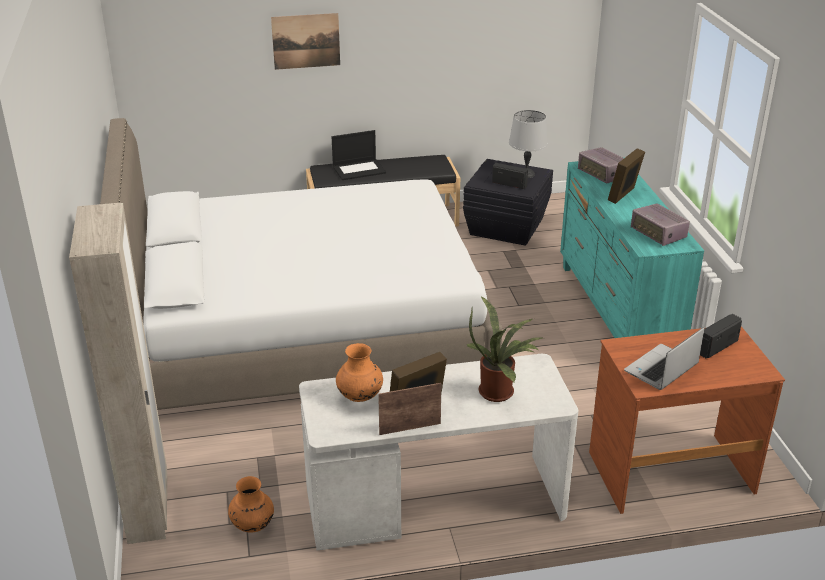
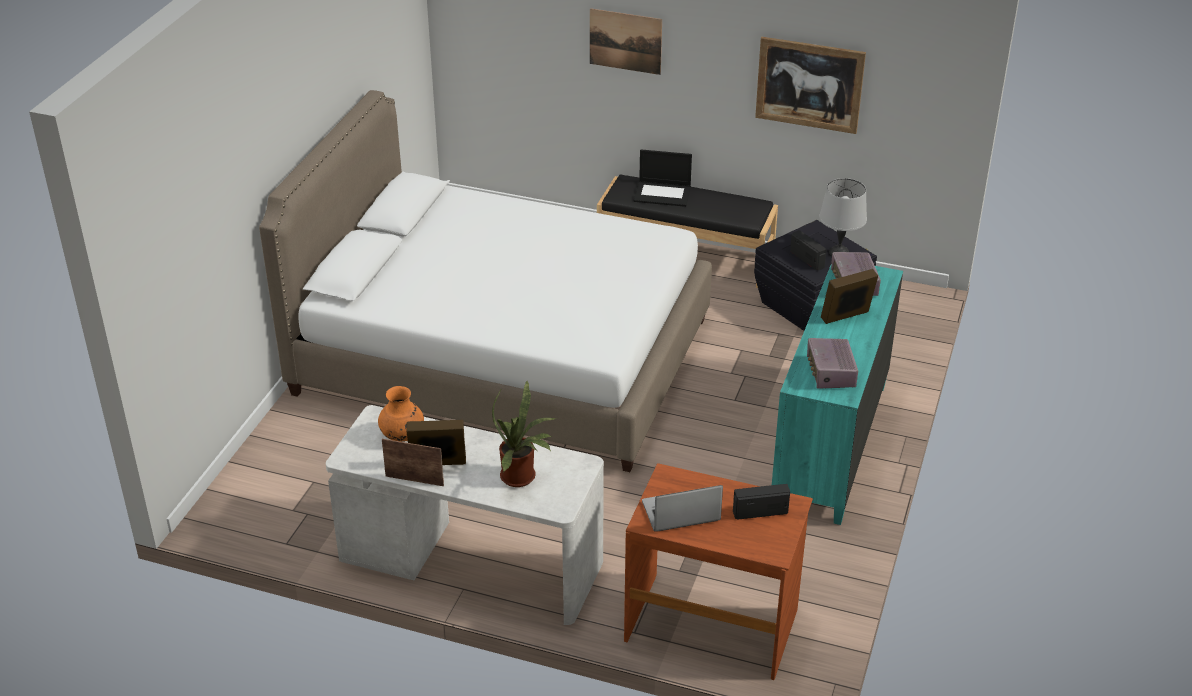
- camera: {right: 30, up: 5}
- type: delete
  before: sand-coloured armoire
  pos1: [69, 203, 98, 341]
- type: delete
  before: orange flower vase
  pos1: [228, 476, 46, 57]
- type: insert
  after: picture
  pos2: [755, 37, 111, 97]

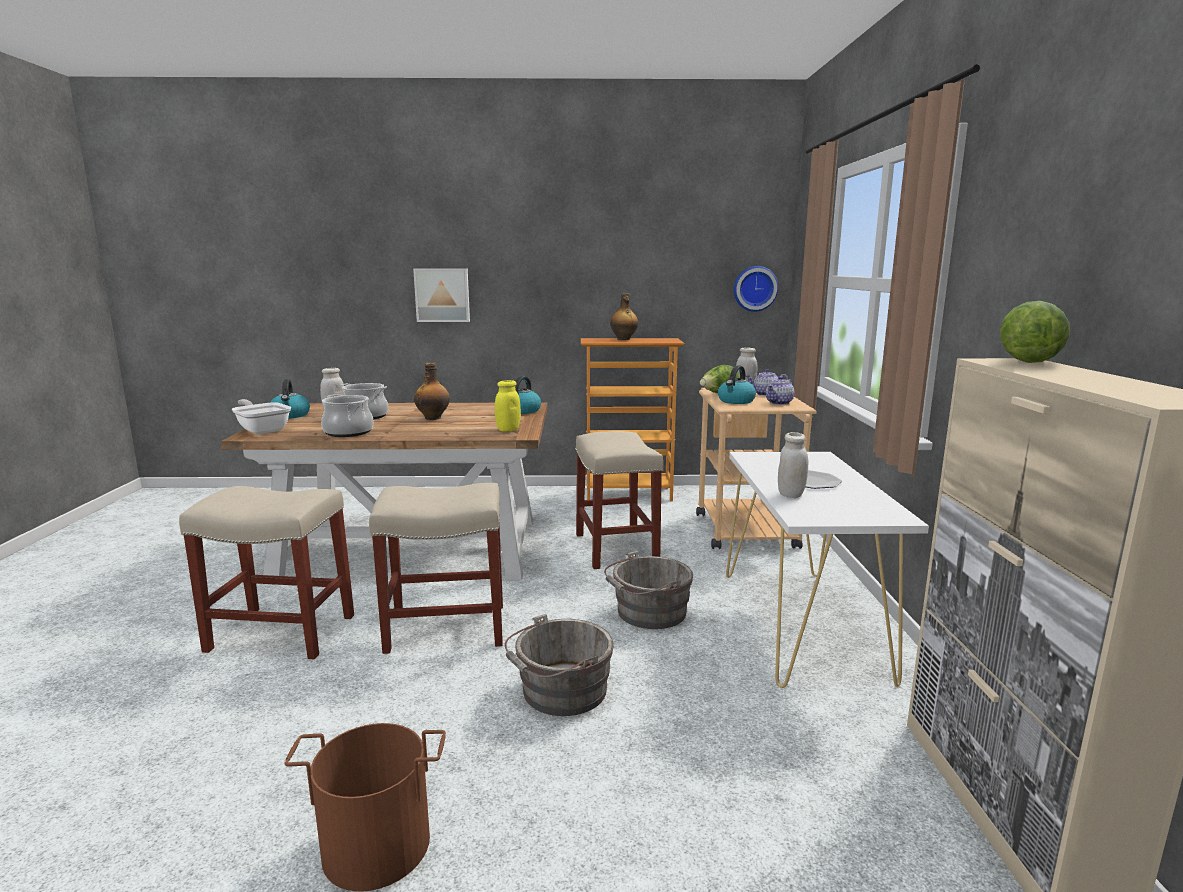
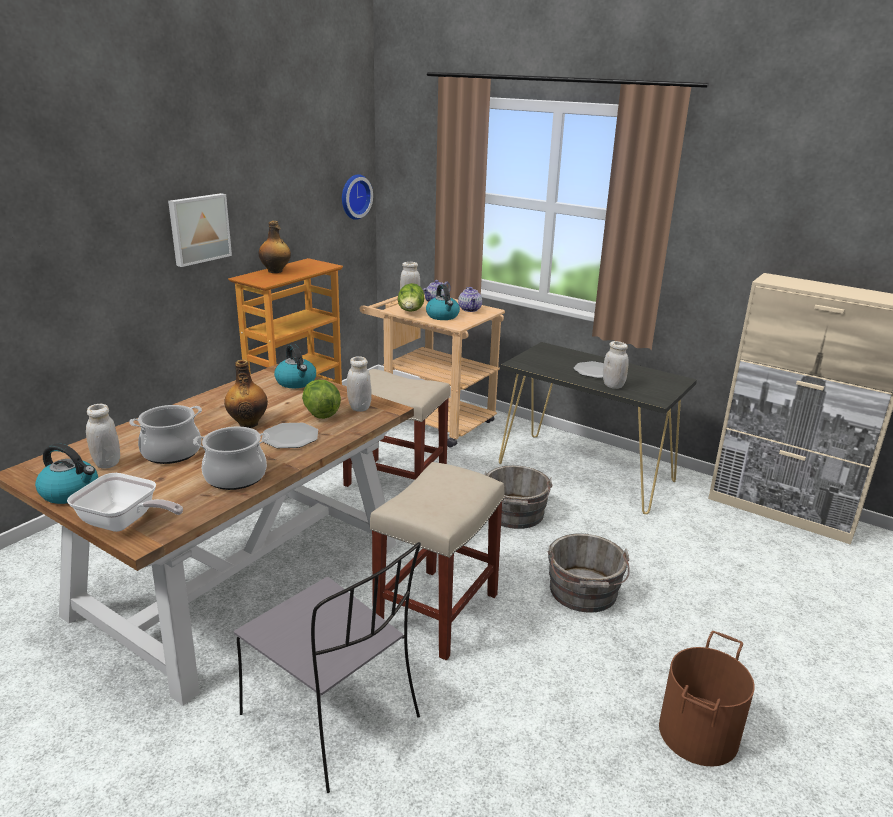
- camera: {right: -55, up: 10}
- type: insert
  after: plate
  pos2: [261, 423, 57, 25]
- type: move
  before: picture
  pos1: [413, 268, 57, 54]
  pos2: [168, 193, 64, 74]
- type: move
  before: head of lettuce
  pos1: [1000, 301, 70, 62]
  pos2: [302, 379, 39, 40]
- type: replace
  before: sand-coloured stool seat
  after: greyish chair
  pos1: [179, 486, 175, 173]
  pos2: [234, 542, 187, 251]
- type: recolor
  before: yellowish jar
  after: white jar
  pos1: [495, 380, 26, 52]
  pos2: [347, 356, 25, 56]
- type: recolor
  before: white hall table
  after: black-coloured hall table
  pos1: [726, 452, 203, 236]
  pos2: [499, 342, 198, 172]
- type: rotate
  before: skillet
  pos1: [232, 399, 59, 35]
  pos2: [67, 473, 116, 59]
  turn: -150

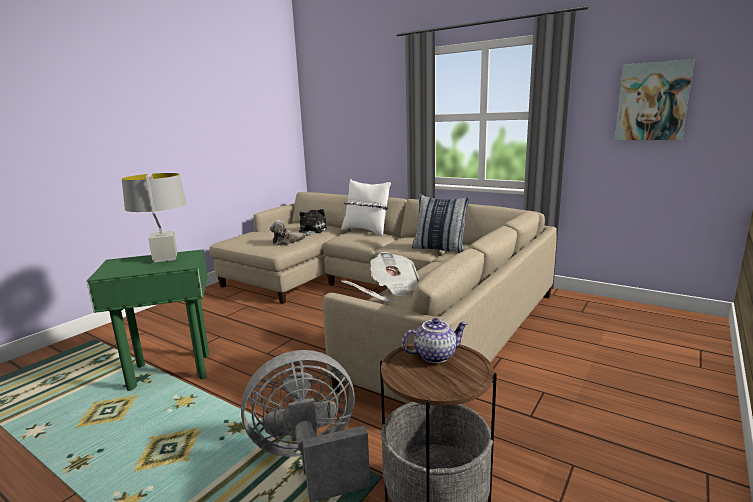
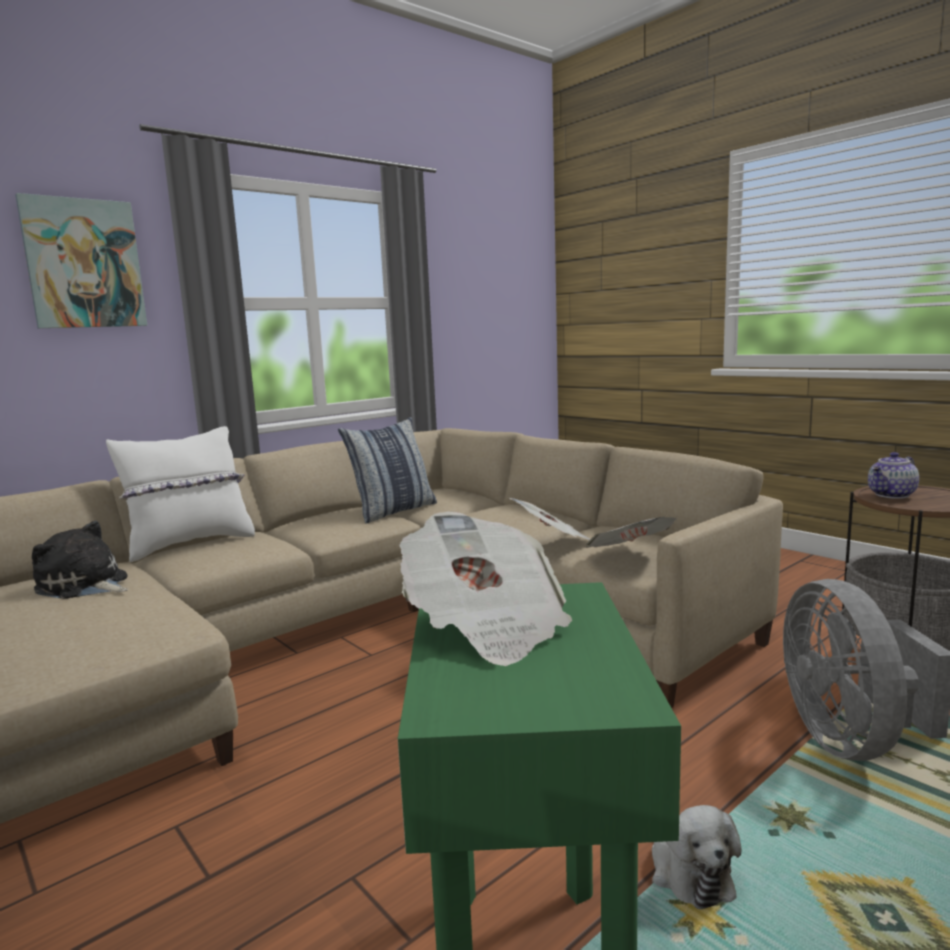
- camera: {right: -75, up: -5}
- type: move
  before: soft toy
  pos1: [270, 220, 36, 26]
  pos2: [652, 805, 90, 104]
- type: move
  before: picture
  pos1: [615, 59, 79, 81]
  pos2: [15, 193, 132, 135]
- type: replace
  before: greyish lamp for a table
  after: daily paper
  pos1: [122, 173, 65, 89]
  pos2: [400, 512, 172, 154]
- type: rotate
  before: pot for tea
  pos1: [402, 318, 66, 45]
  pos2: [868, 452, 51, 47]
  turn: -120

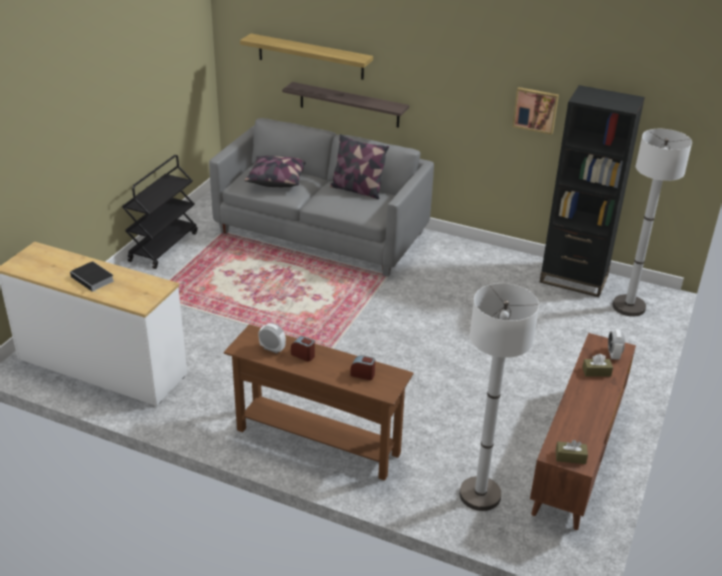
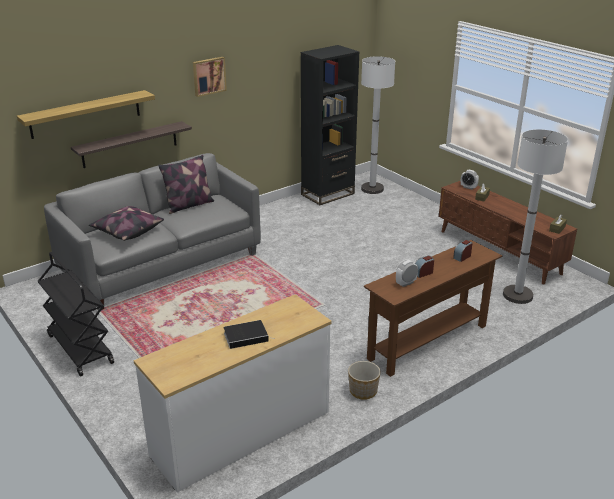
- camera: {right: -60, up: -5}
- type: insert
  after: flower pot
  pos2: [348, 361, 33, 39]
- type: move
  before: picture
  pos1: [512, 87, 47, 48]
  pos2: [193, 57, 34, 40]

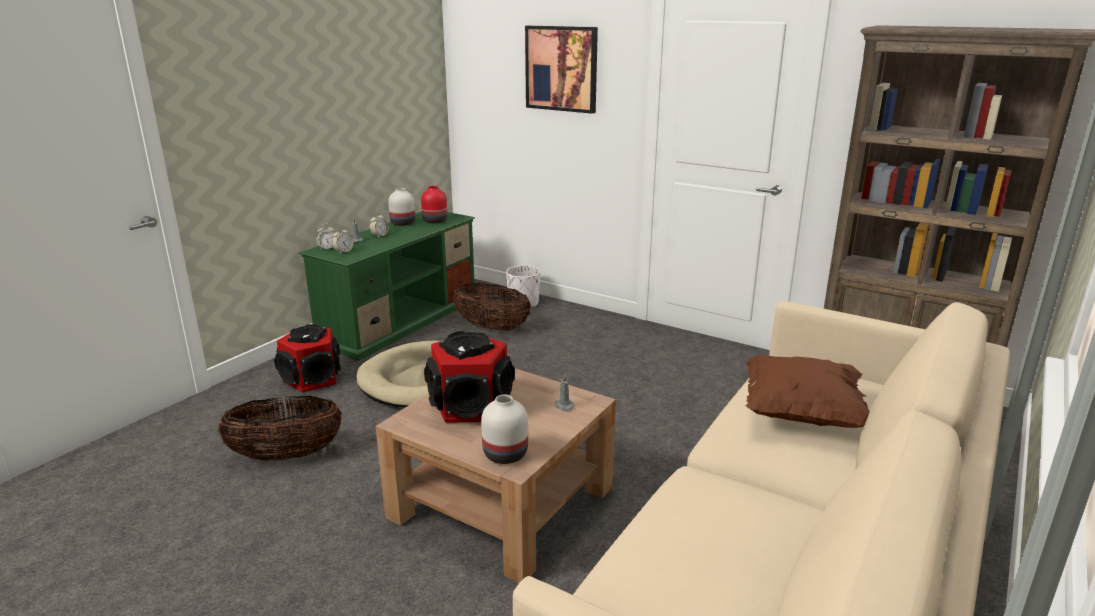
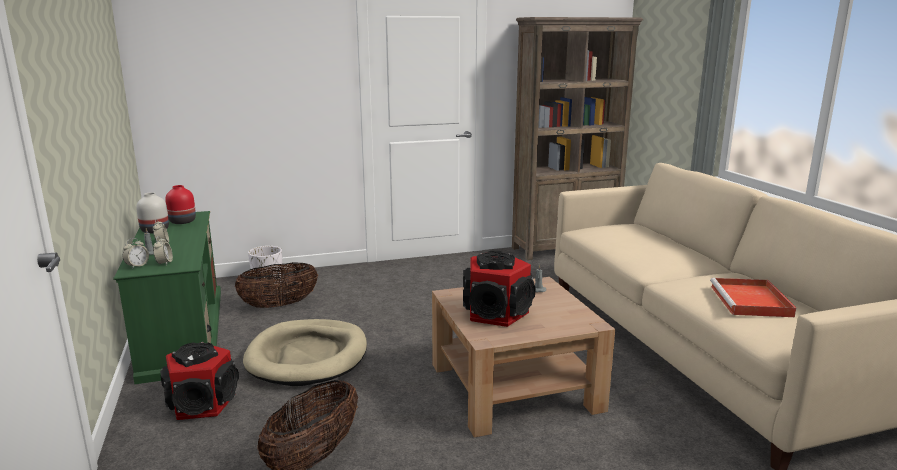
- camera: {right: -50, up: -5}
- type: delete
  before: white flower vase
  pos1: [481, 394, 47, 70]
- type: delete
  before: picture
  pos1: [525, 26, 73, 88]
- type: delete
  before: brown cushion
  pos1: [745, 355, 125, 73]
- type: insert
  after: reddish serving tray
  pos2: [710, 278, 86, 39]

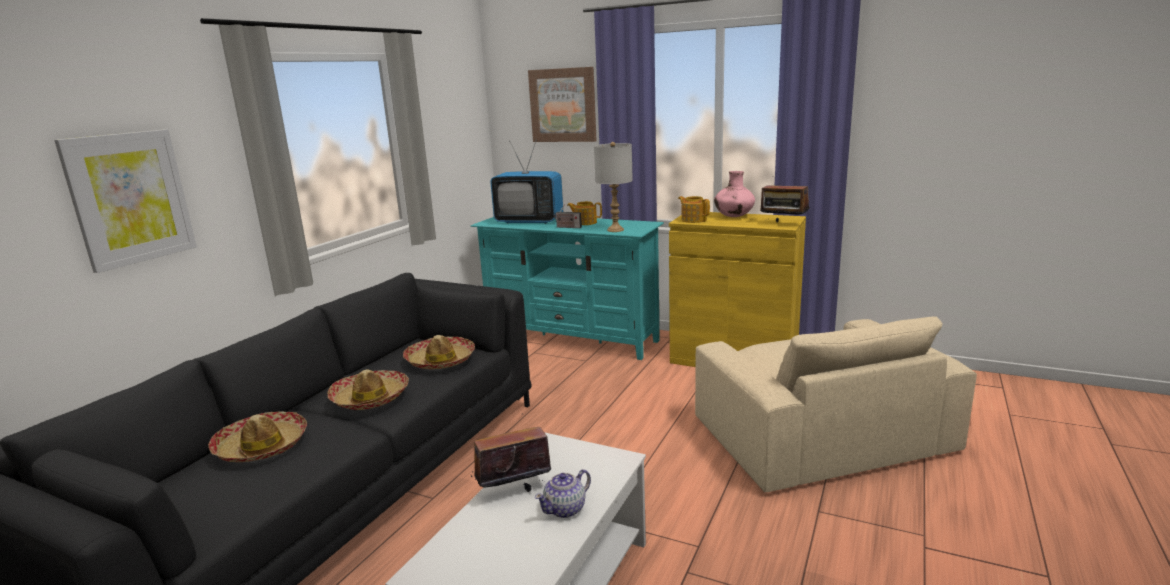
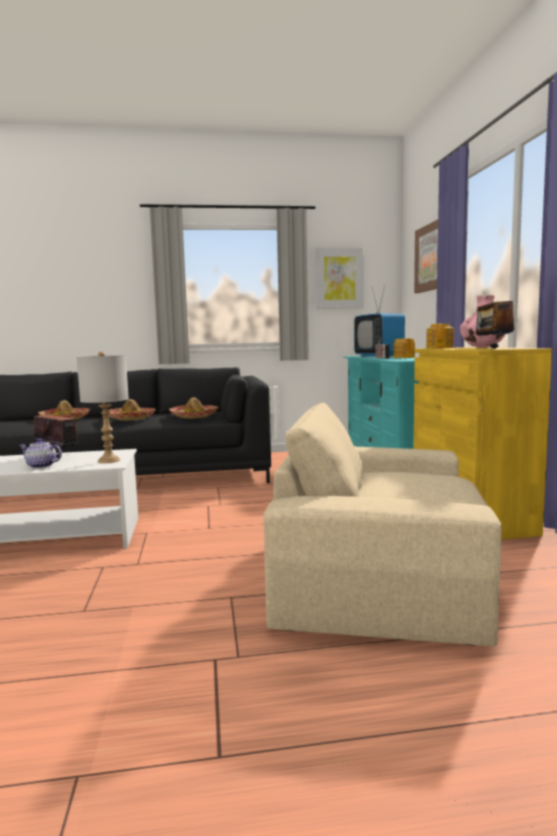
- camera: {right: 55, up: -10}
- type: move
  before: picture
  pos1: [54, 129, 143, 144]
  pos2: [315, 248, 48, 61]
- type: move
  before: greyish lamp for a table
  pos1: [594, 142, 39, 90]
  pos2: [77, 352, 52, 111]
- type: rotate
  before: sand-coloured easy chair
  pos1: [695, 317, 282, 175]
  pos2: [263, 403, 239, 243]
  turn: 60

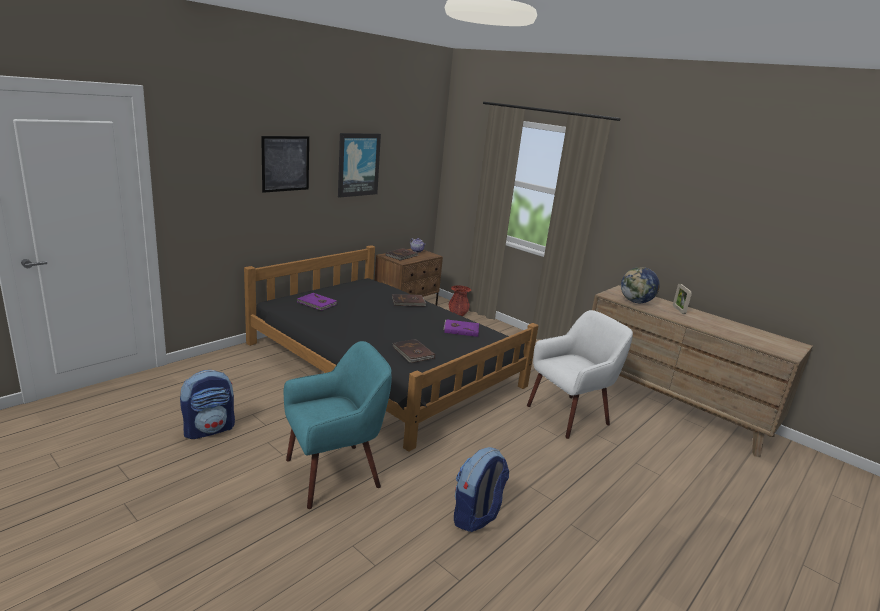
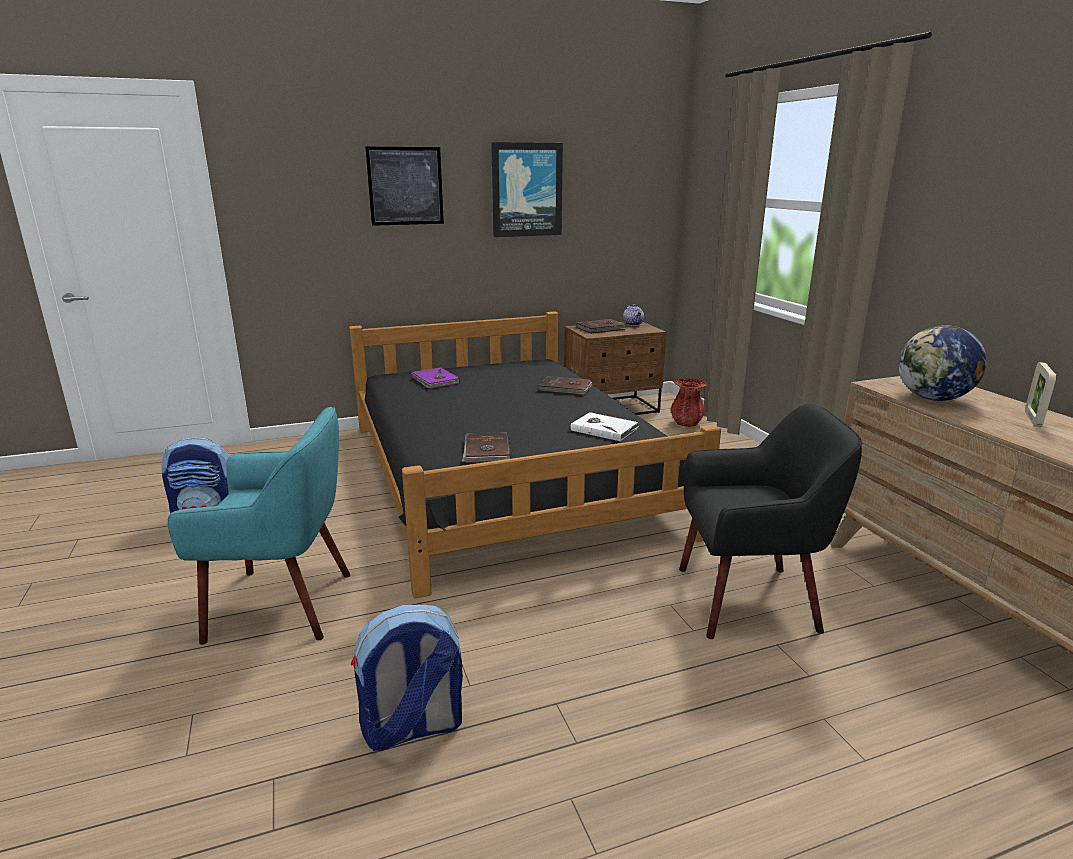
- camera: {right: 30, up: 0}
- type: recolor
  before: purple-coloured book
  after: white book
  pos1: [443, 319, 36, 18]
  pos2: [571, 412, 67, 29]
- type: recolor
  before: white easy chair
  after: black-coloured easy chair
  pos1: [527, 310, 106, 129]
  pos2: [679, 404, 183, 235]

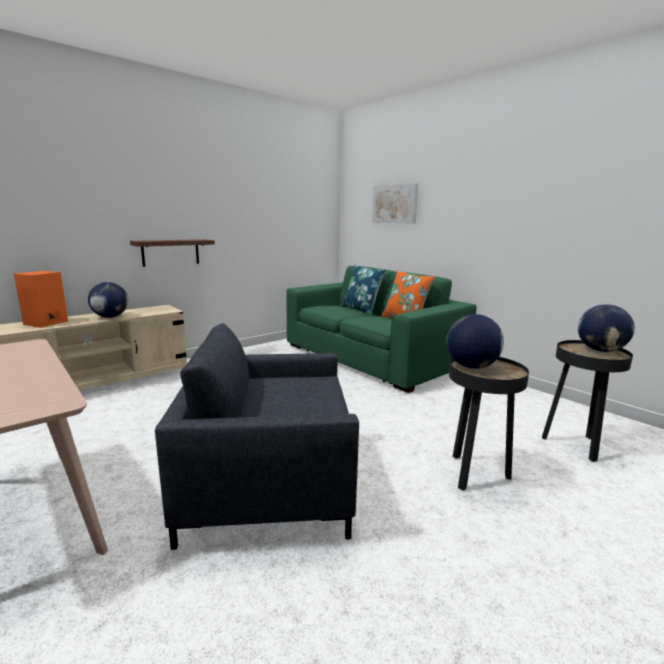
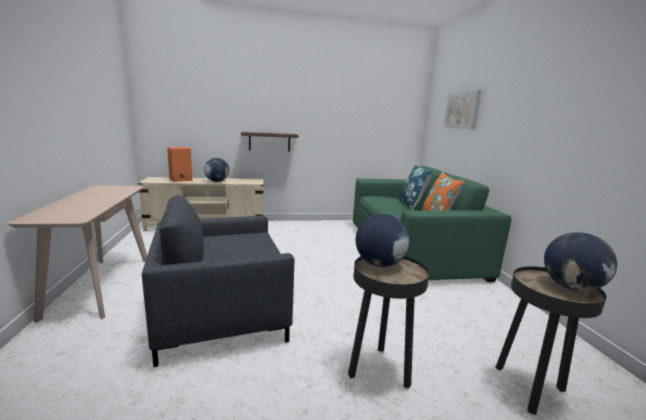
- camera: {right: 30, up: 0}
- type: rotate
  before: greyish easy chair
  pos1: [155, 323, 204, 227]
  pos2: [142, 195, 152, 172]
  turn: -45

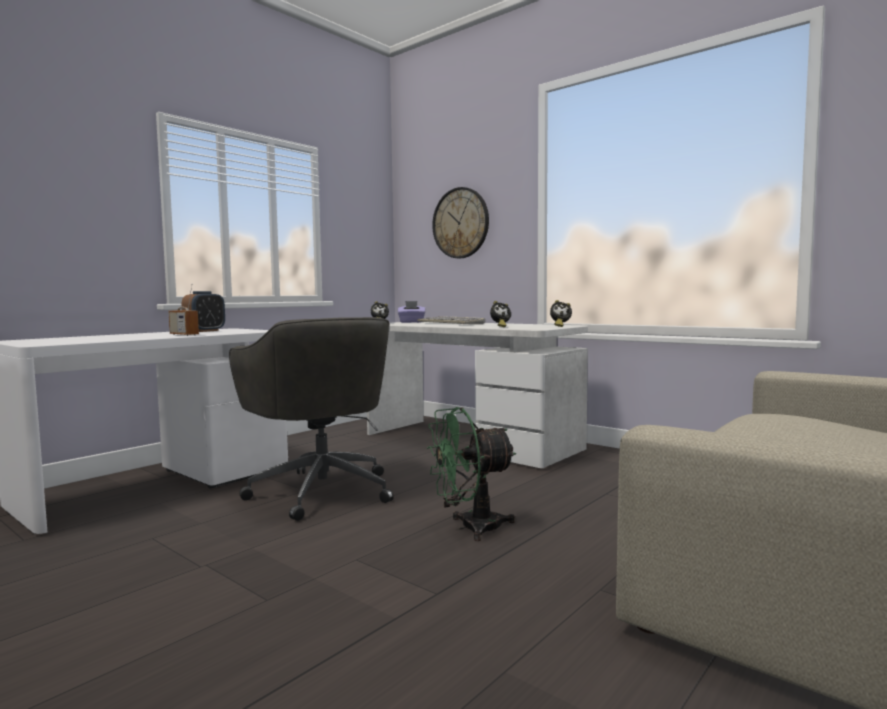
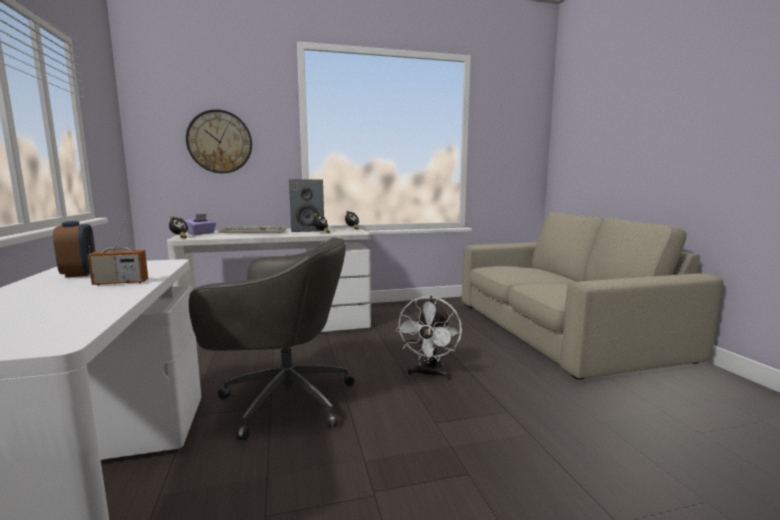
- camera: {right: -55, up: 5}
- type: insert
  after: speaker
  pos2: [289, 179, 35, 53]
- type: recolor
  before: green-coloured electric fan
  after: white electric fan
  pos1: [427, 407, 89, 134]
  pos2: [396, 296, 66, 84]

